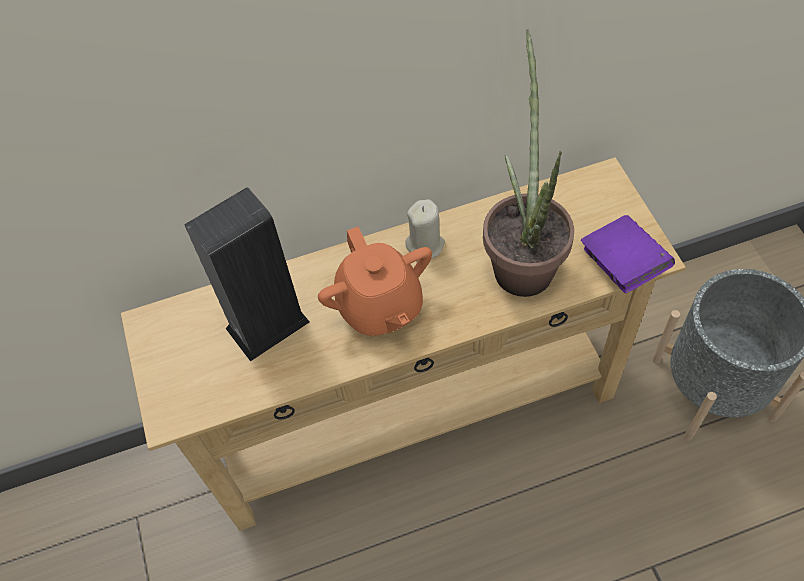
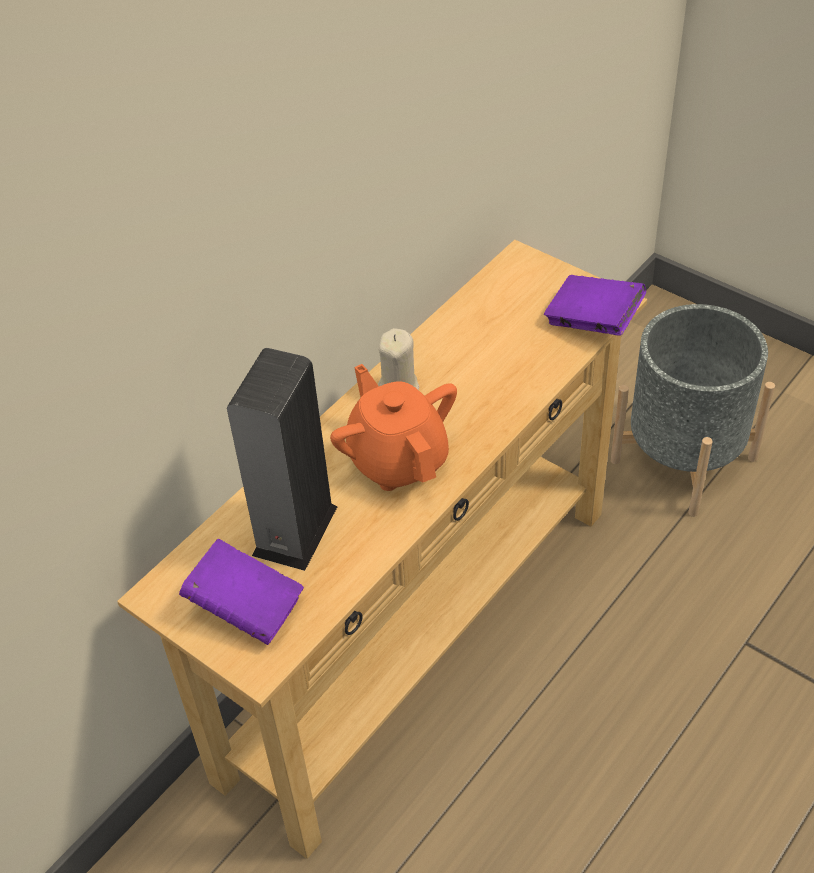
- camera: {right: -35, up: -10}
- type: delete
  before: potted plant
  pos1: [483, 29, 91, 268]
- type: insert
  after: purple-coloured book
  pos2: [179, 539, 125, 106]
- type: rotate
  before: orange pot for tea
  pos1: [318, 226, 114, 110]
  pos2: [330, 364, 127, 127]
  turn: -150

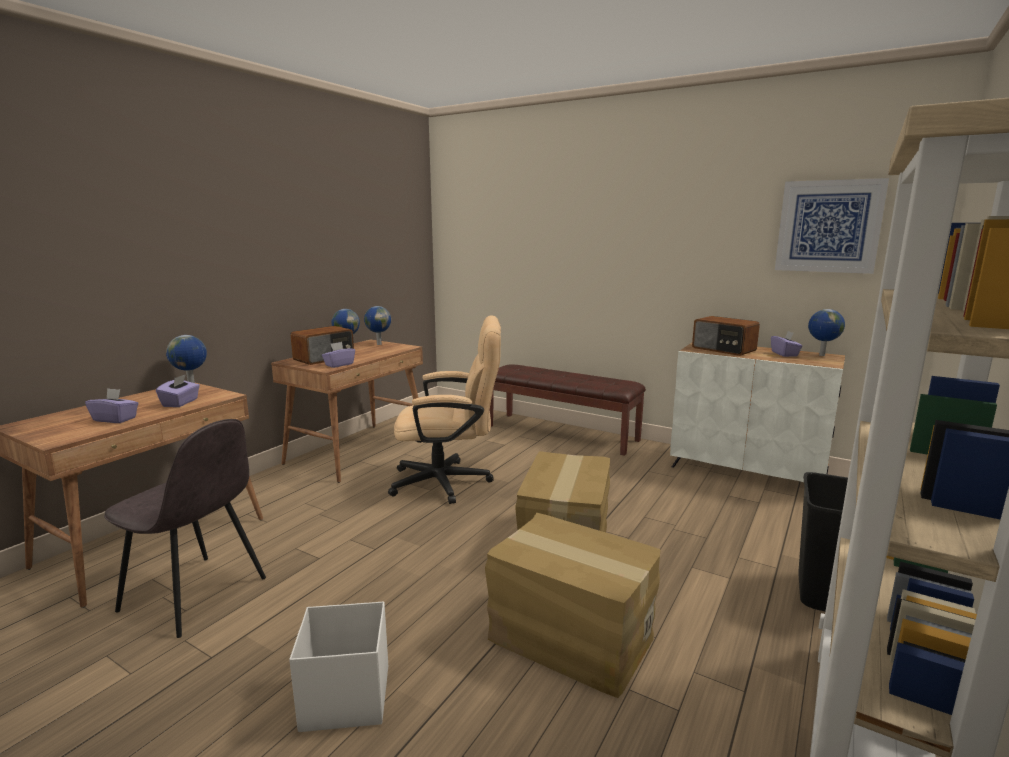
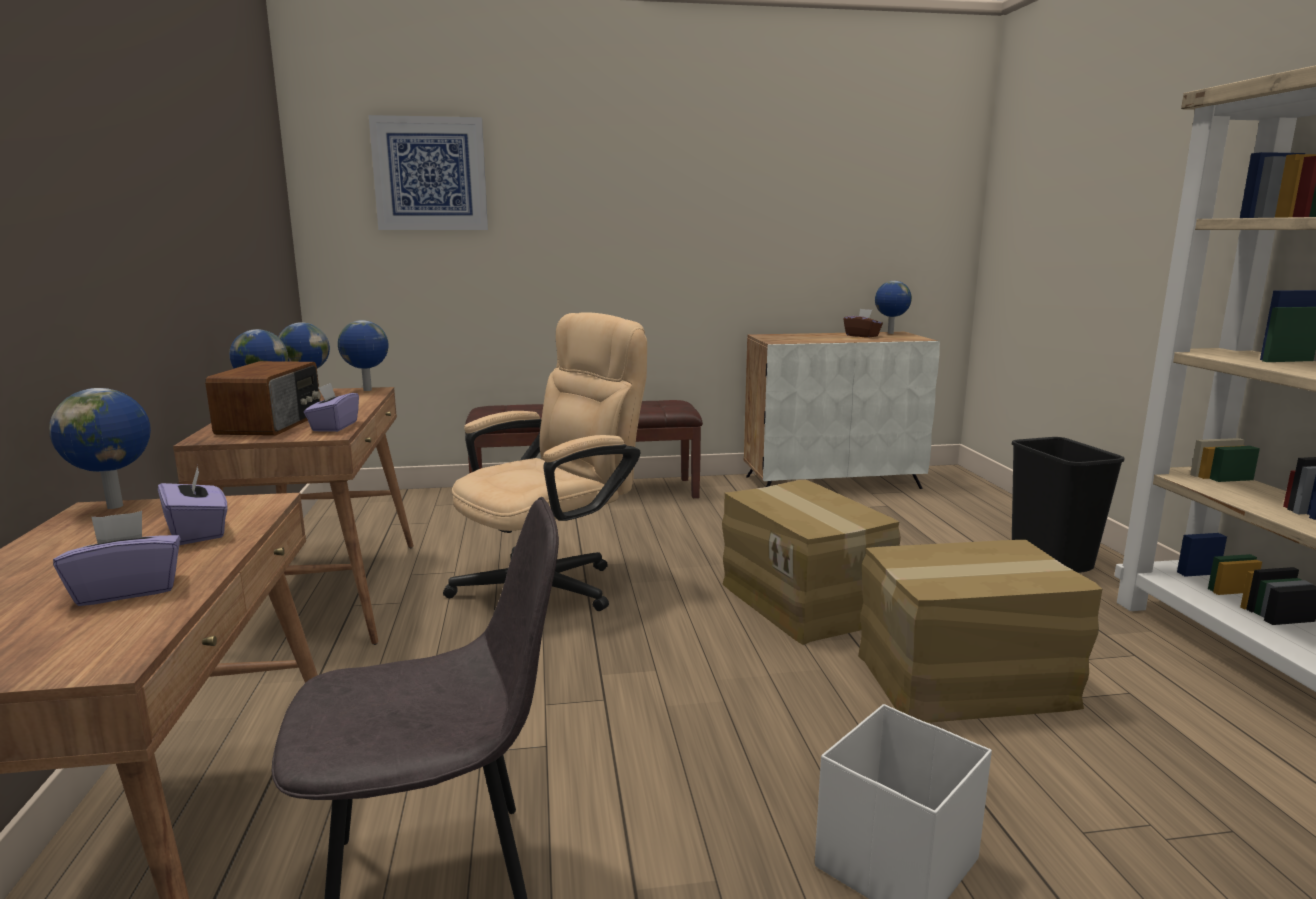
- camera: {right: -40, up: 0}
- type: delete
  before: radio receiver
  pos1: [692, 316, 68, 40]
- type: insert
  after: globe
  pos2: [338, 320, 50, 71]
- type: move
  before: picture
  pos1: [775, 178, 114, 96]
  pos2: [369, 115, 119, 115]
- type: recolor
  before: purple-coloured box of tissues
  after: brown box of tissues
  pos1: [771, 331, 32, 26]
  pos2: [843, 309, 40, 29]

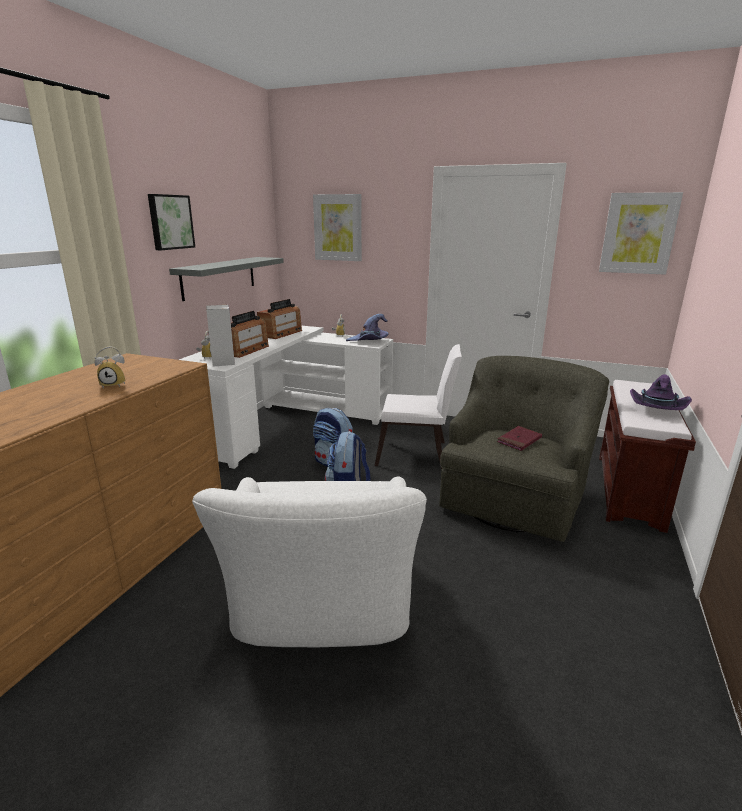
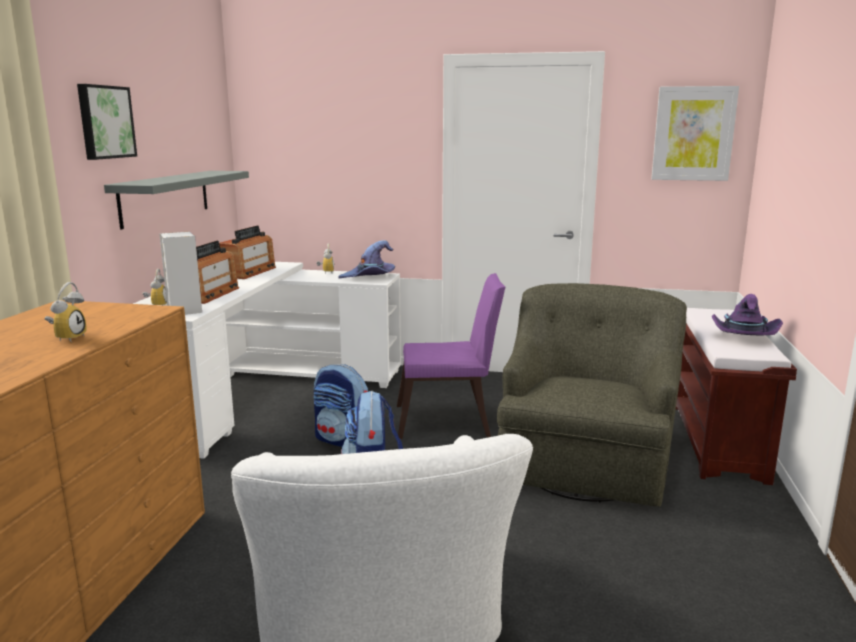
- camera: {right: -10, up: -5}
- type: delete
  before: picture
  pos1: [313, 194, 49, 67]
- type: delete
  before: reddish book
  pos1: [497, 426, 45, 25]
- type: recolor
  before: white chair
  after: purple-coloured chair
  pos1: [375, 344, 87, 125]
  pos2: [397, 273, 108, 166]
- type: rotate
  before: bedside clock
  pos1: [94, 346, 31, 42]
  pos2: [45, 282, 42, 60]
  turn: -60

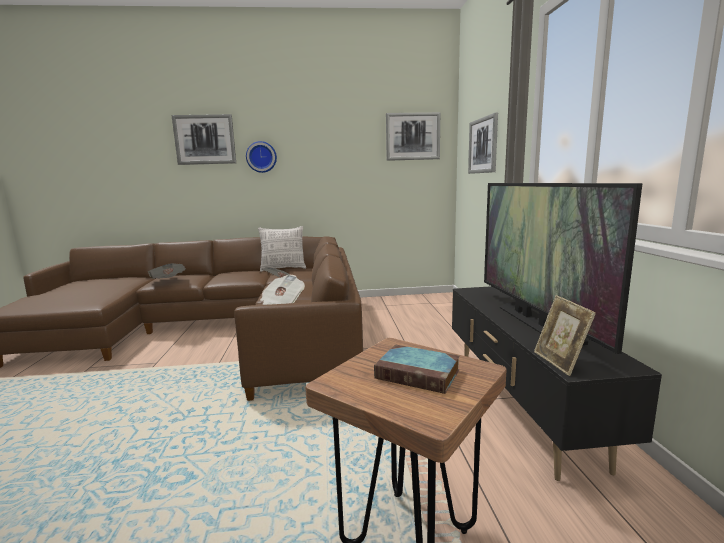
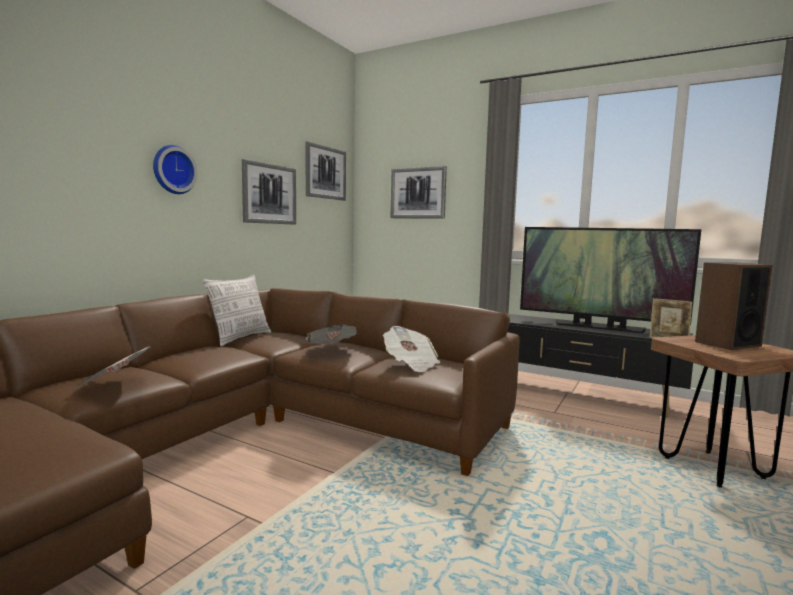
- camera: {right: -55, up: -5}
- type: move
  before: picture
  pos1: [172, 114, 64, 51]
  pos2: [242, 159, 54, 66]
- type: replace
  before: book
  after: speaker
  pos1: [374, 345, 86, 49]
  pos2: [695, 262, 78, 88]

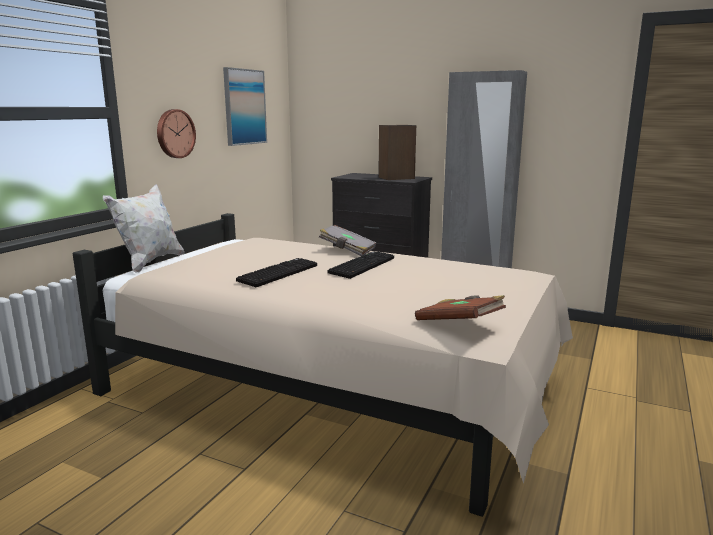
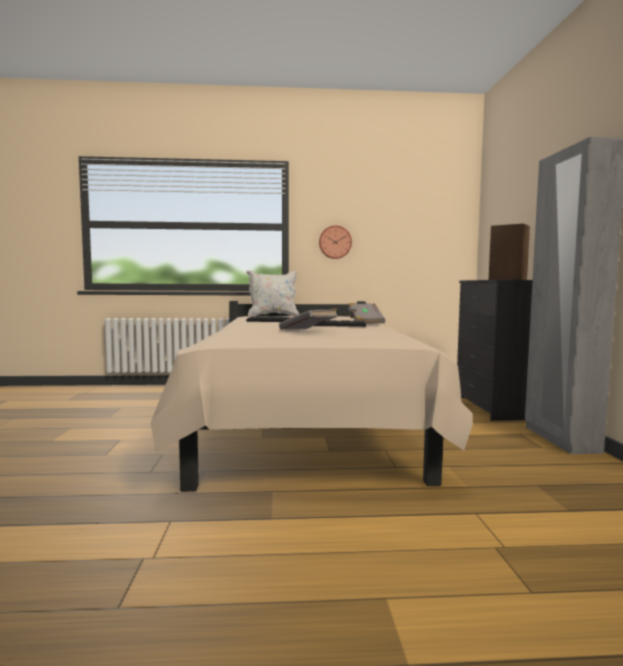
- camera: {right: 60, up: -10}
- type: delete
  before: picture
  pos1: [223, 67, 44, 79]
- type: delete
  before: brown book
  pos1: [415, 295, 91, 25]
- type: insert
  after: greyish book
  pos2: [279, 308, 59, 21]

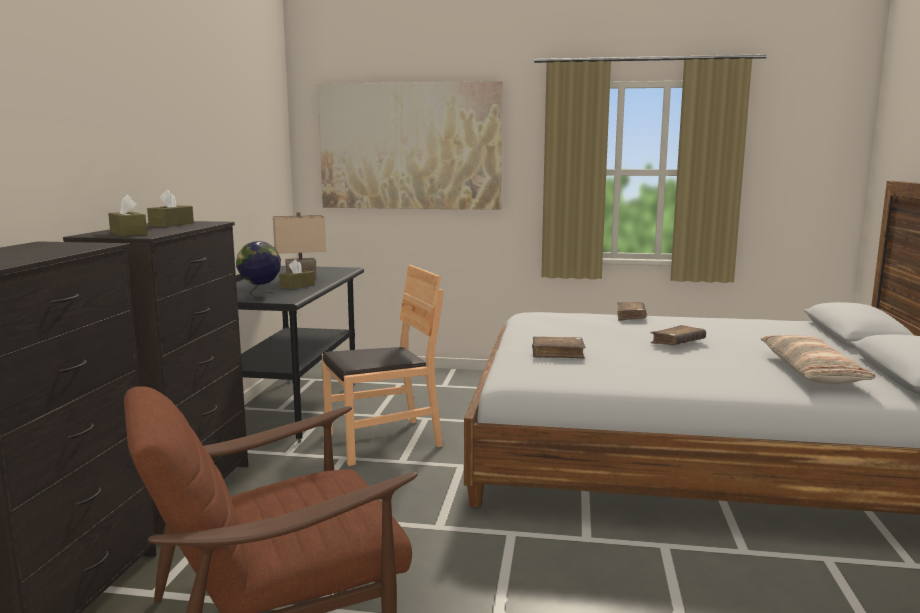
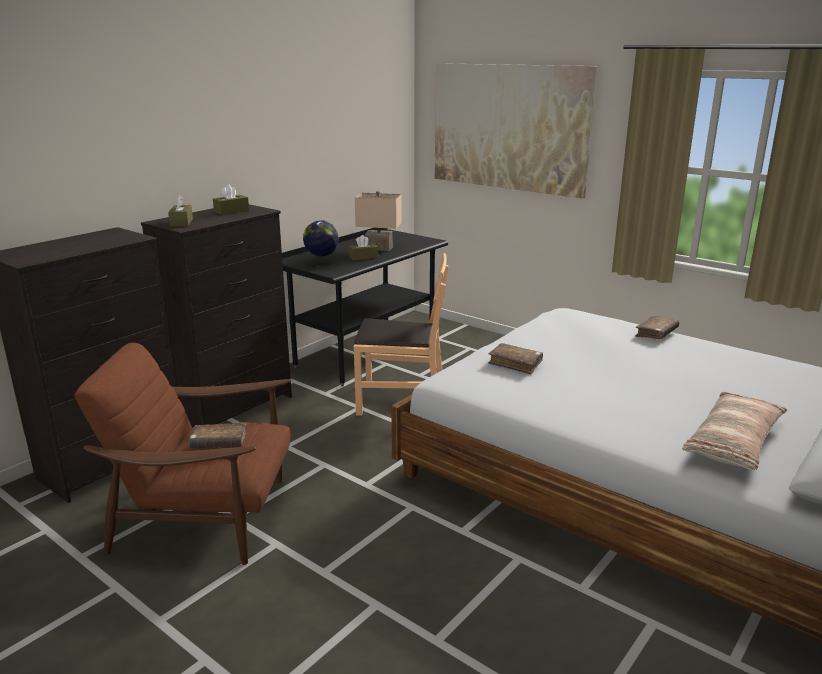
- camera: {right: 30, up: 10}
- type: move
  before: brown book
  pos1: [650, 325, 56, 20]
  pos2: [188, 423, 60, 26]

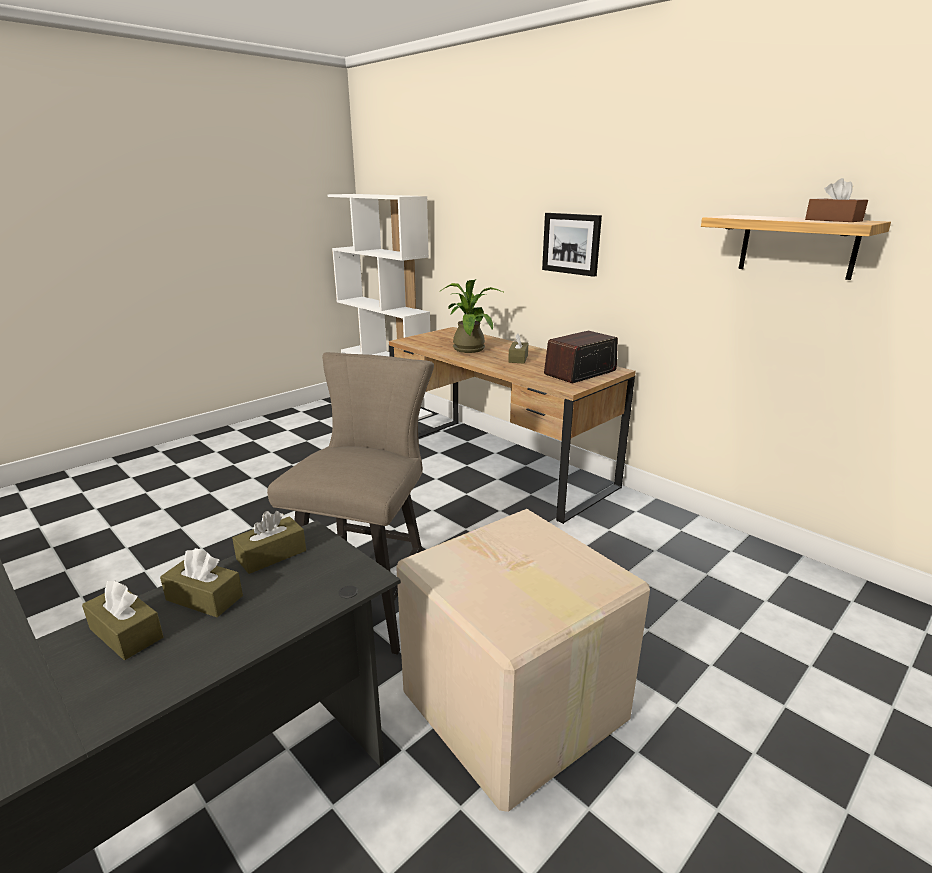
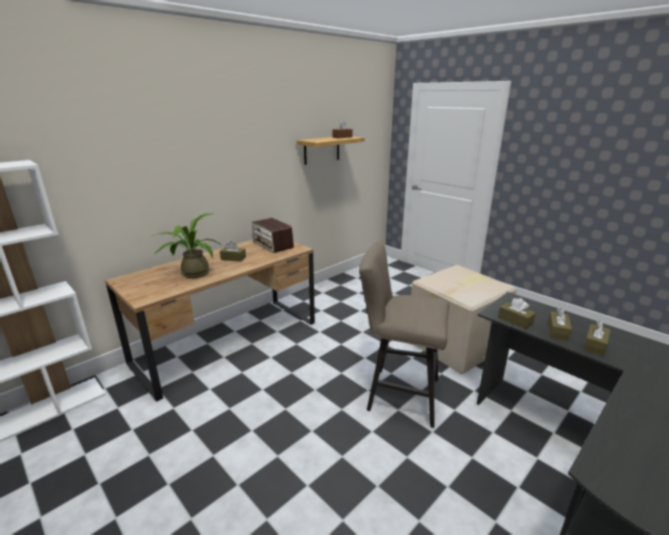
- camera: {right: -90, up: 0}
- type: delete
  before: picture
  pos1: [542, 213, 60, 64]

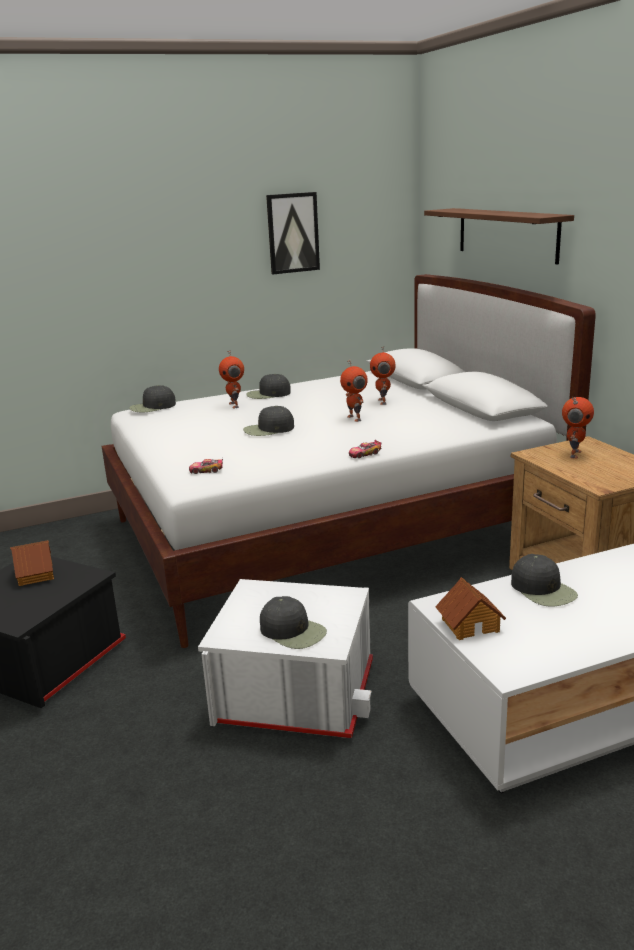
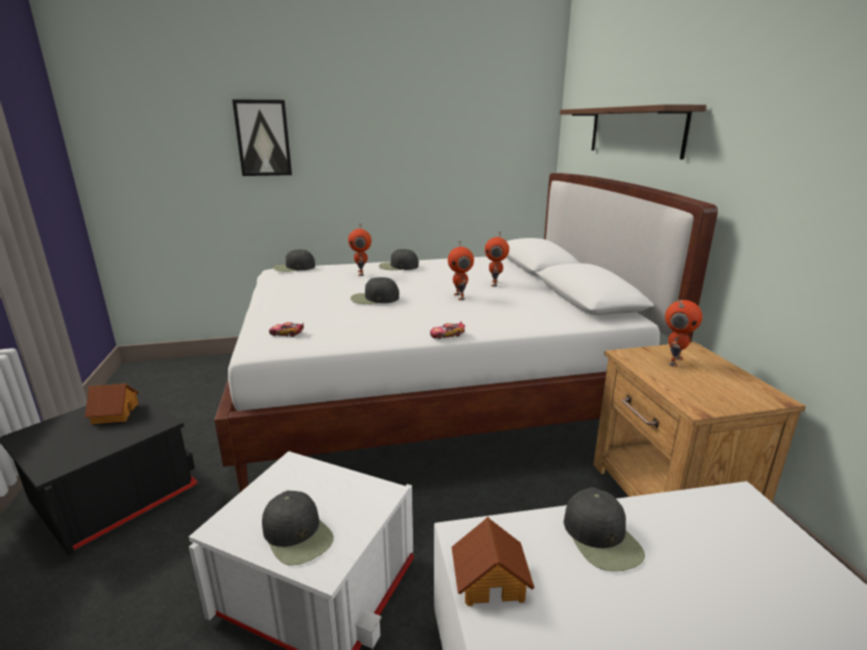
- camera: {right: 10, up: 0}
- type: move
  before: picture
  pos1: [266, 192, 54, 82]
  pos2: [232, 99, 60, 77]

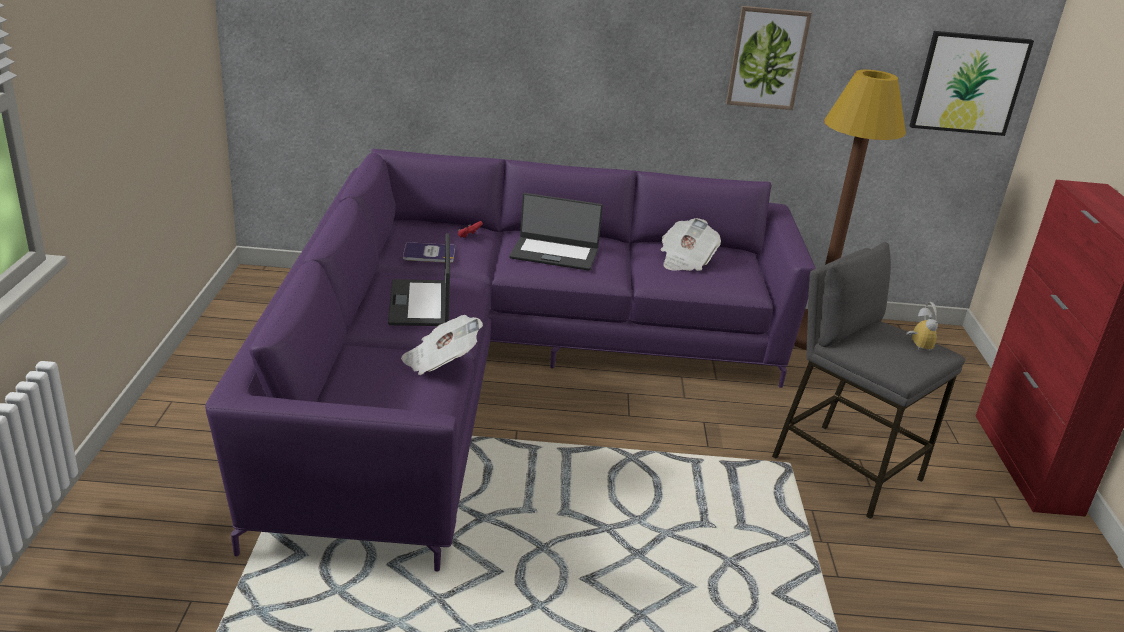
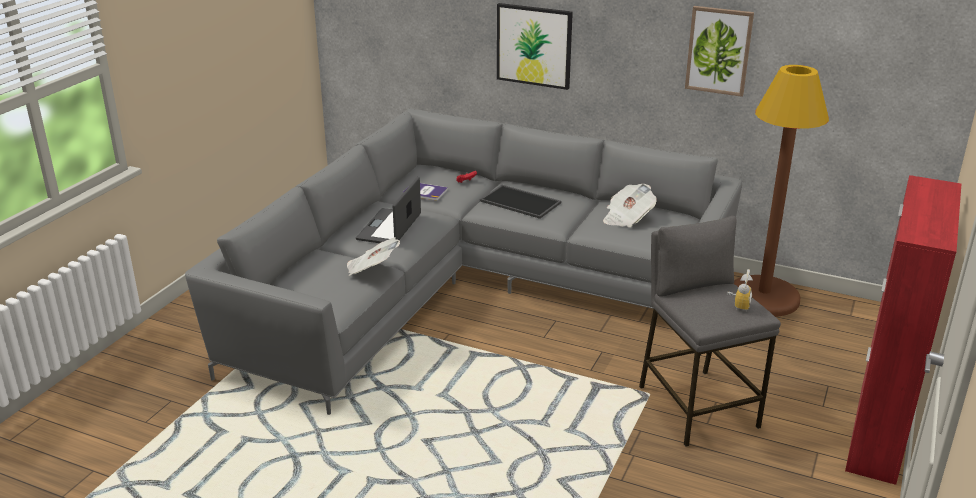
- camera: {right: 25, up: 0}
- type: move
  before: picture
  pos1: [910, 31, 124, 105]
  pos2: [497, 3, 76, 87]
- type: replace
  before: portable computer
  after: serving tray
  pos1: [509, 193, 94, 78]
  pos2: [480, 185, 81, 34]
- type: recolor
  before: purple-coloured settee
  after: greyish settee
  pos1: [205, 149, 611, 423]
  pos2: [185, 108, 557, 307]

